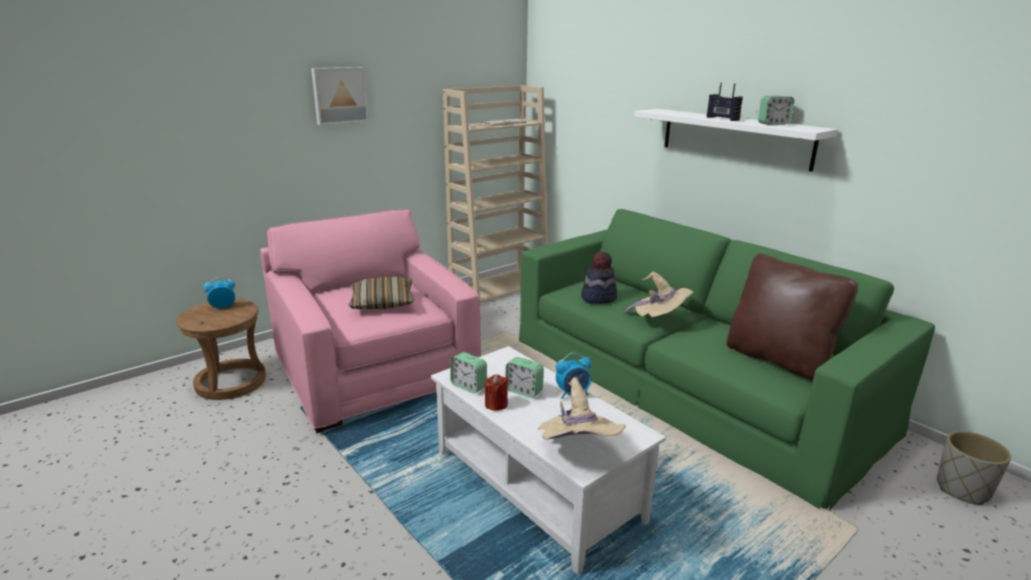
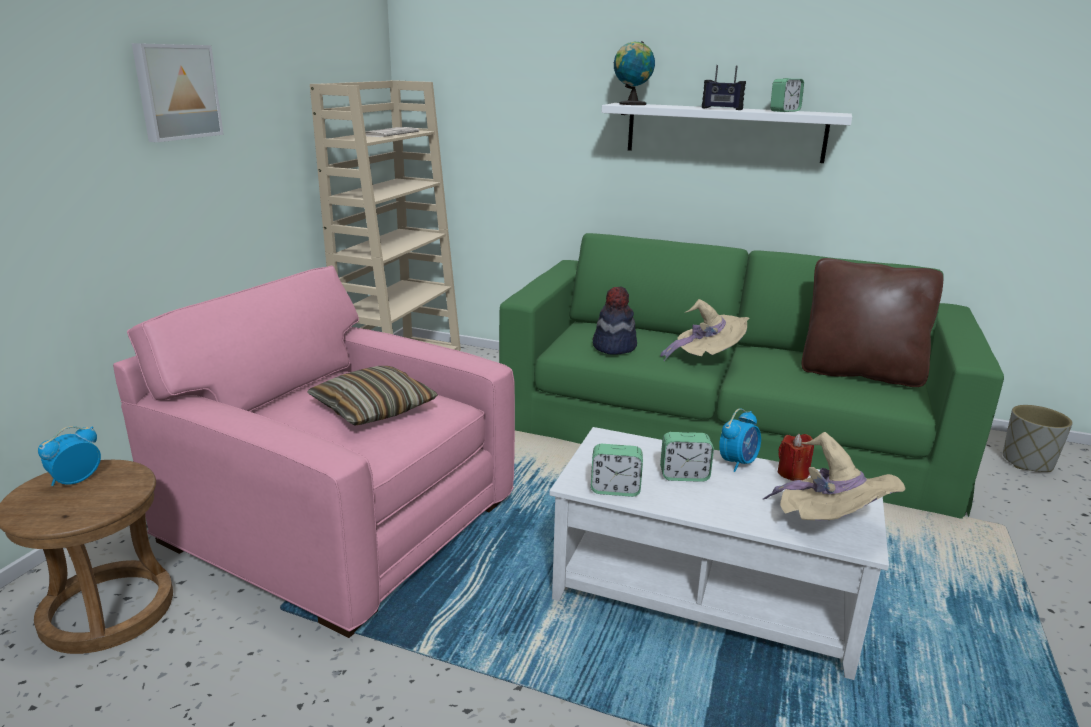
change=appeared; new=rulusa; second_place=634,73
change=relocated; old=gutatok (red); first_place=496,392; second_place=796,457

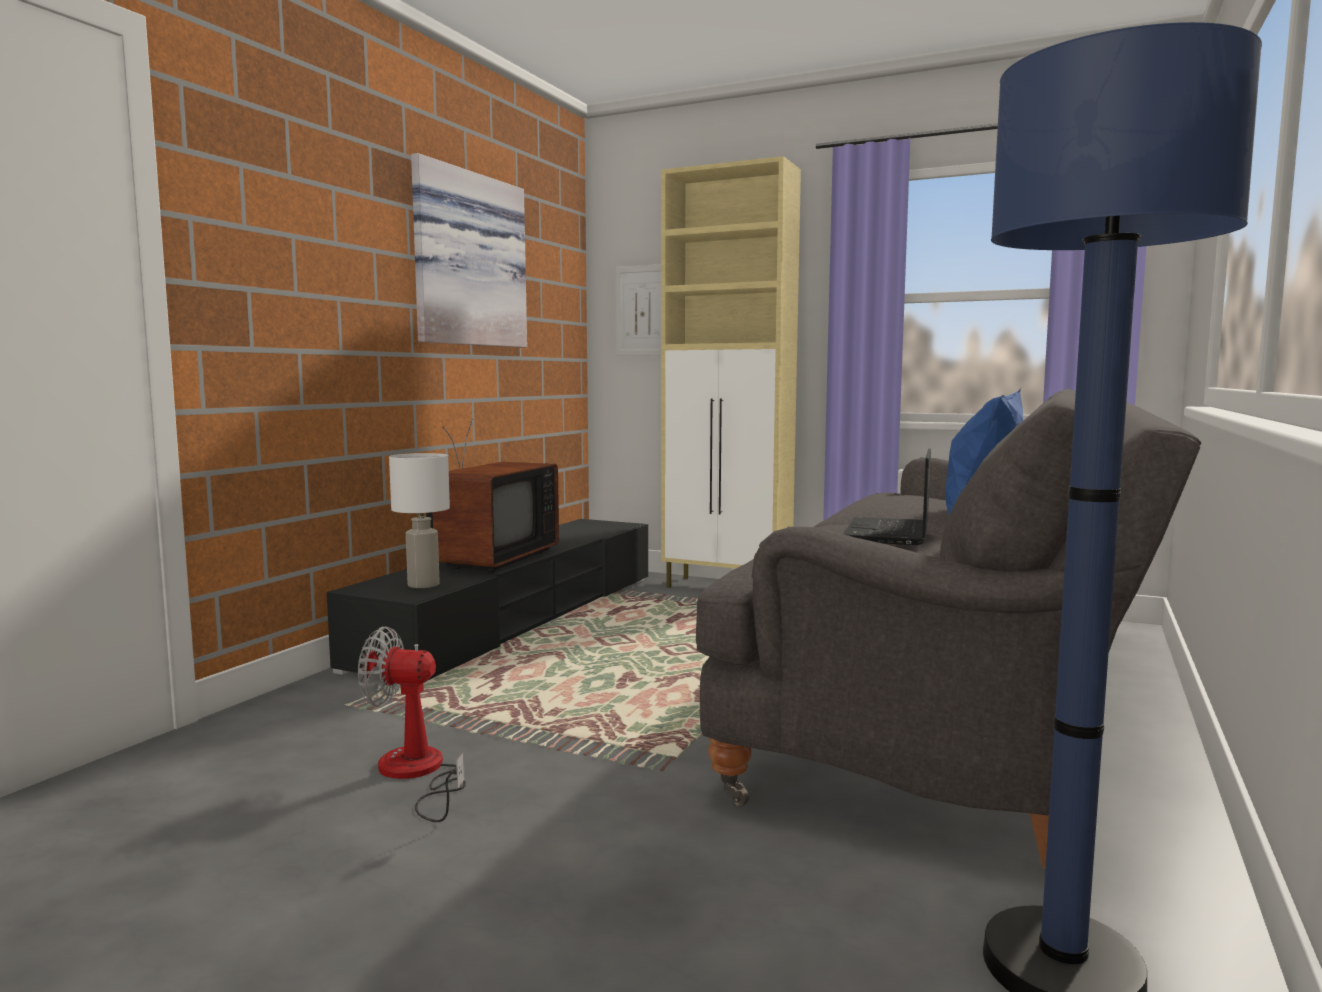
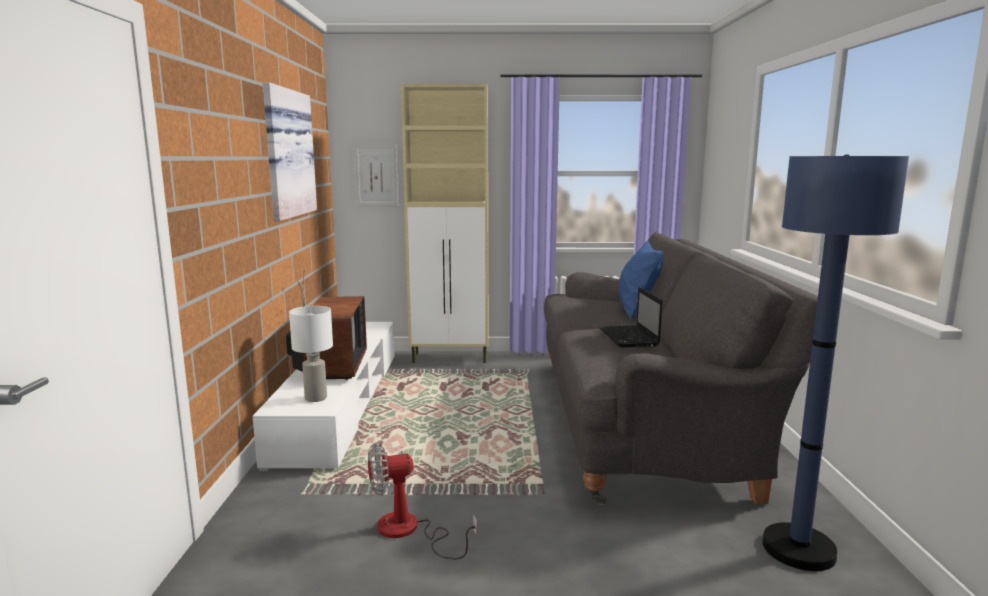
change=colour; old=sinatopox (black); new=sinatopox (white); first_place=487,601; second_place=323,396

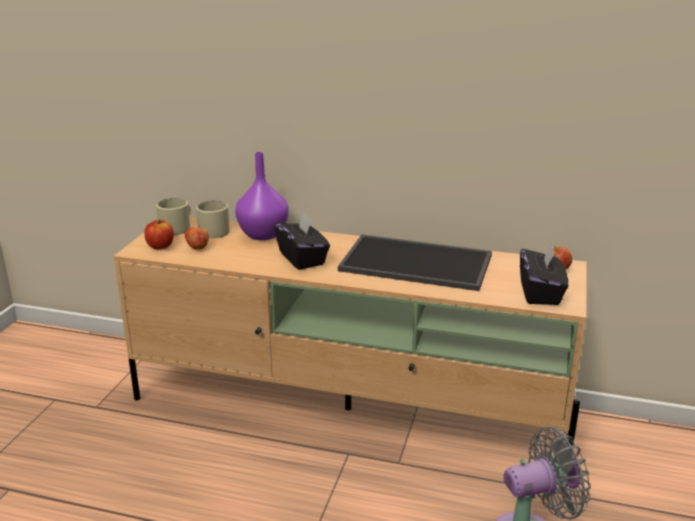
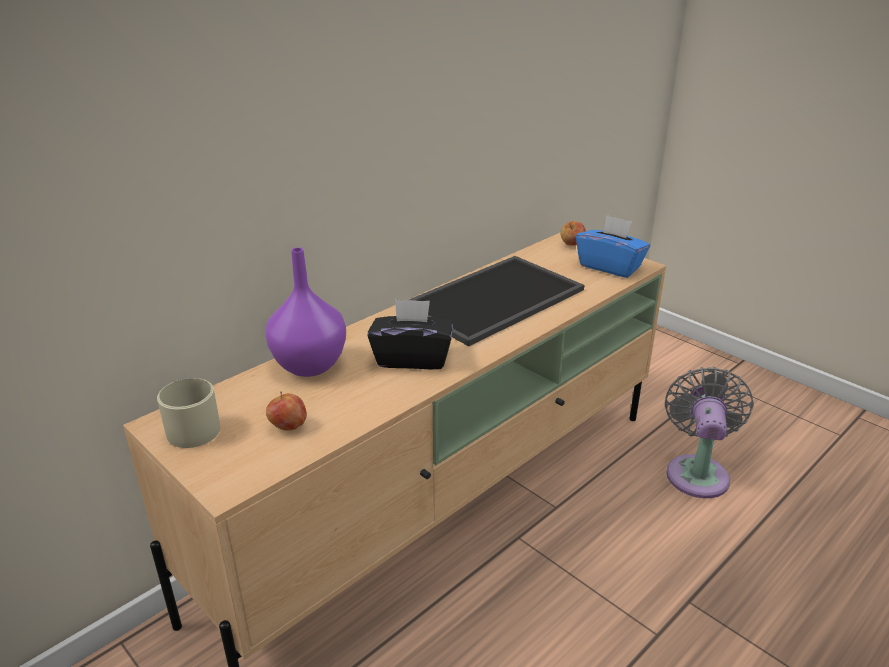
change=missing; old=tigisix; first_place=159,234
change=missing; old=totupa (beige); first_place=213,219
change=colour; old=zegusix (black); new=zegusix (blue); first_place=544,274; second_place=613,246

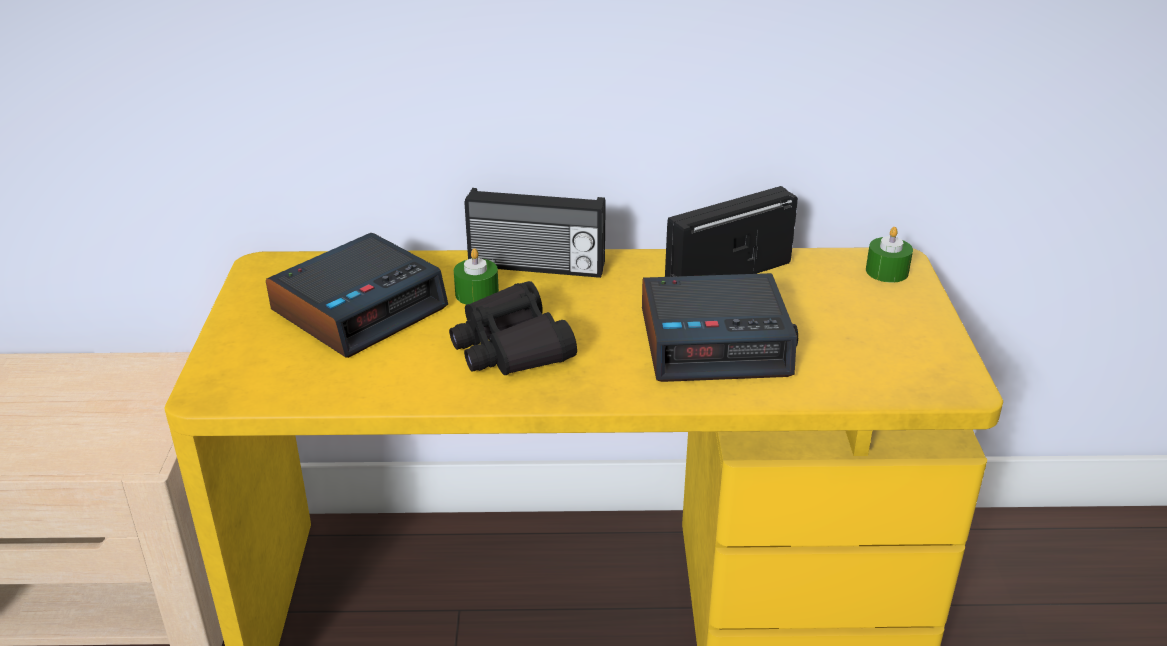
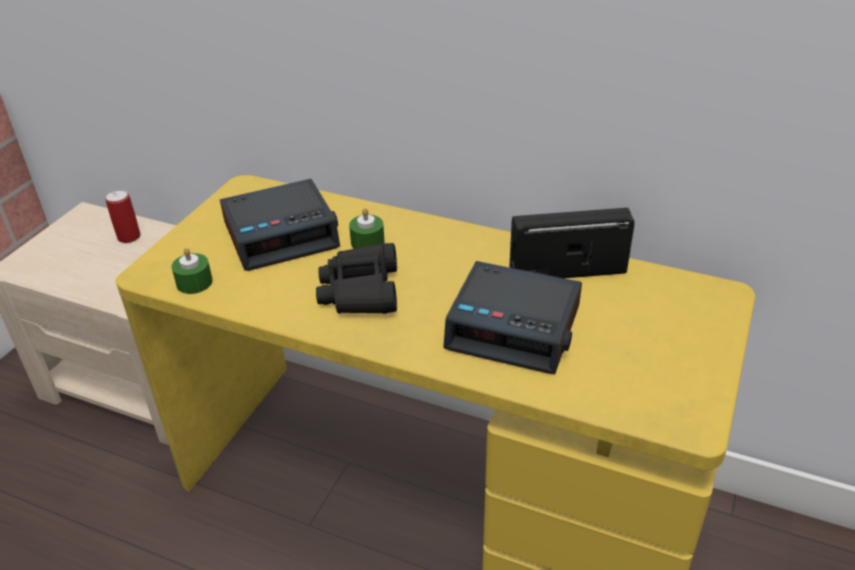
change=missing; old=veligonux; first_place=535,233
change=appeared; new=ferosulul; second_place=123,216
change=relocated; old=gutatok (green); first_place=889,255; second_place=192,271

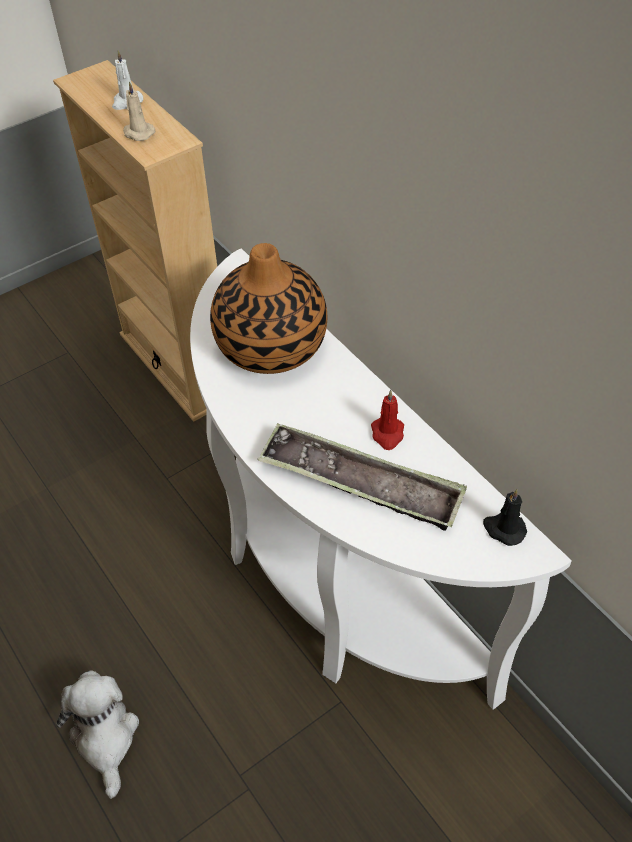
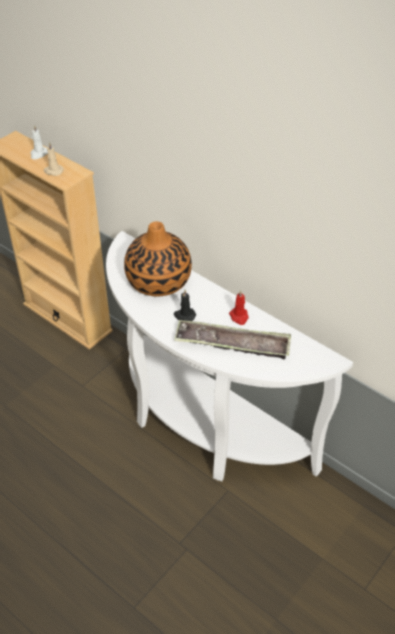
change=missing; old=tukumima; first_place=97,734
change=relocated; old=gutatok (black); first_place=505,517; second_place=185,305

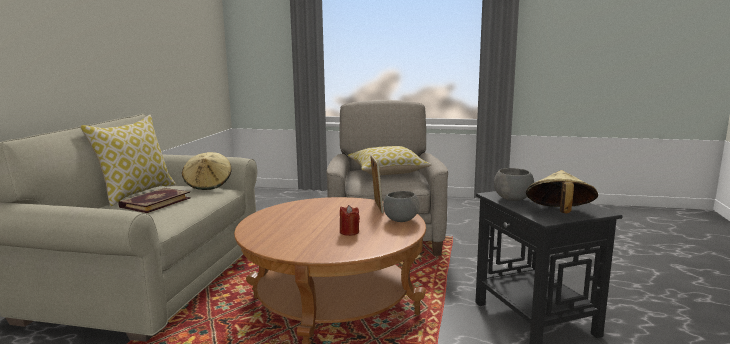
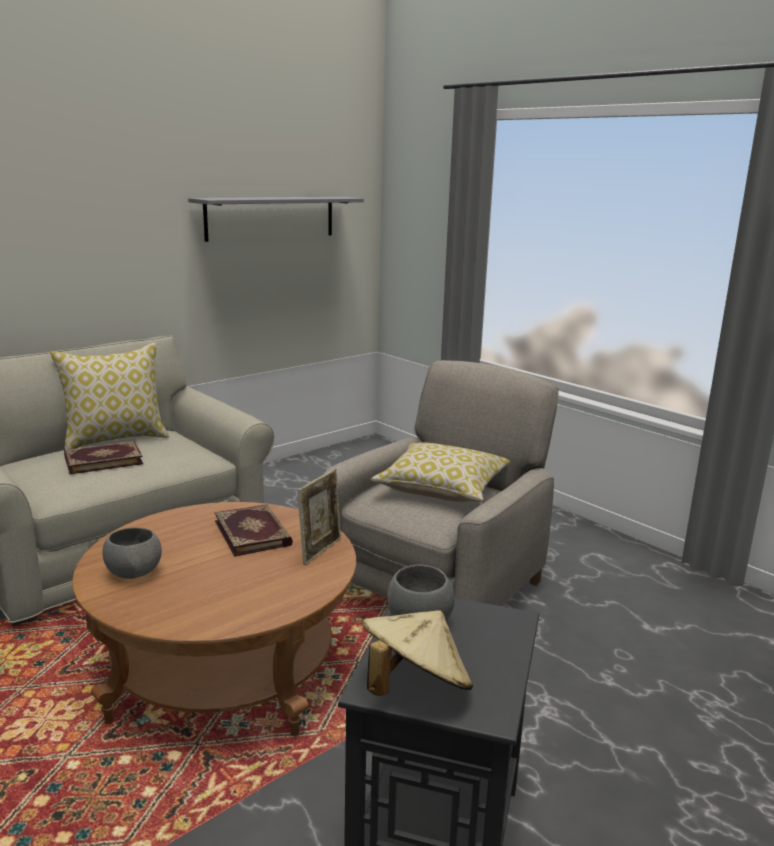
change=missing; old=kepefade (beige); first_place=206,171
change=missing; old=gutatok (red); first_place=350,220
change=appeared; new=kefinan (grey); second_place=276,219
change=appeared; new=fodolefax; second_place=254,530
change=relocated; old=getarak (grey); first_place=401,206; second_place=132,553

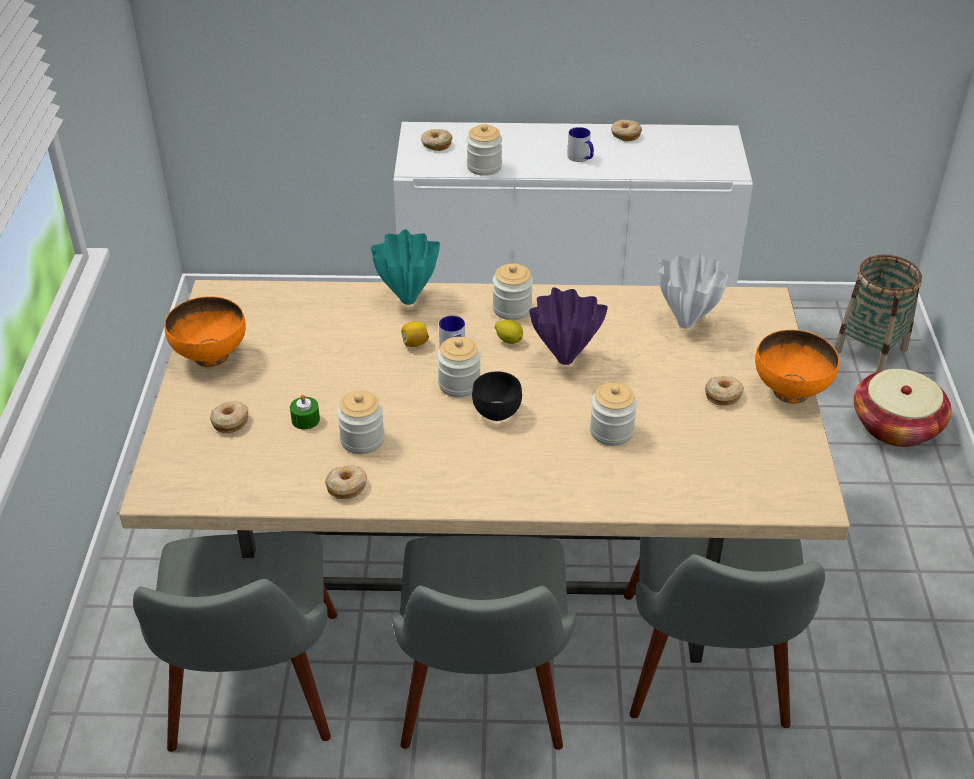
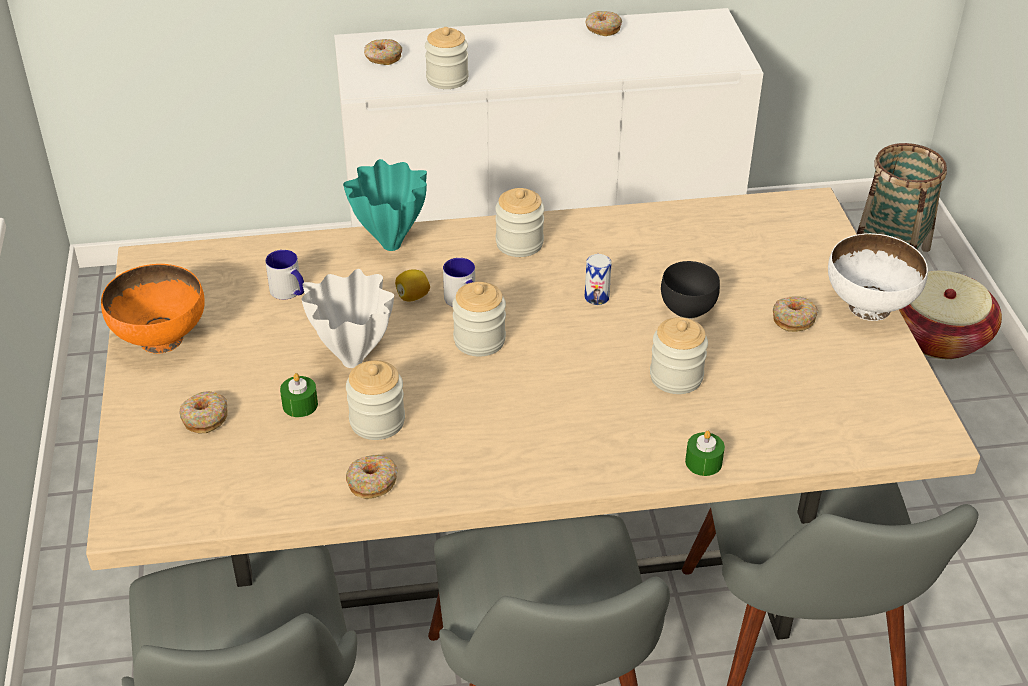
change=missing; old=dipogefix; first_place=509,332
change=appeared; new=gutatok (green); second_place=705,453
change=relocated; old=getarak (black); first_place=497,396; second_place=690,290
change=relocated; old=totupa; first_place=580,144; second_place=284,275
change=relocated; old=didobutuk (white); first_place=694,291; second_place=347,318
change=exchanged; old=didobutuk (purple); new=ferosulul; first_place=568,326; second_place=598,279
change=colour; old=getarak (orange); new=getarak (white); first_place=797,367; second_place=878,277

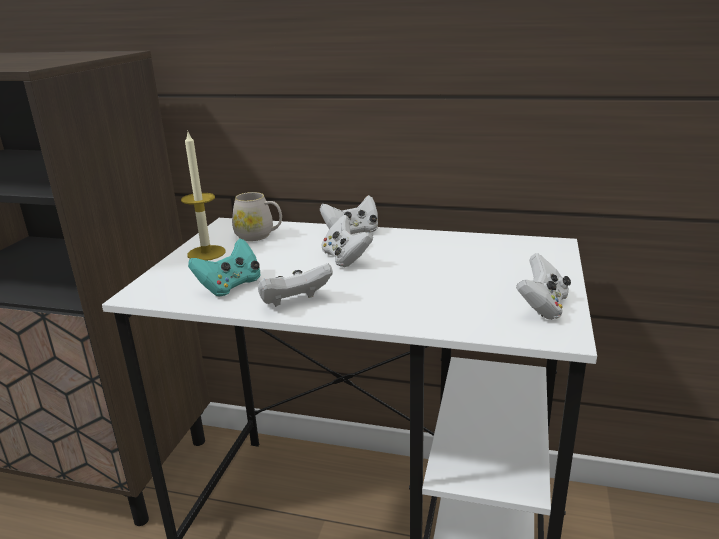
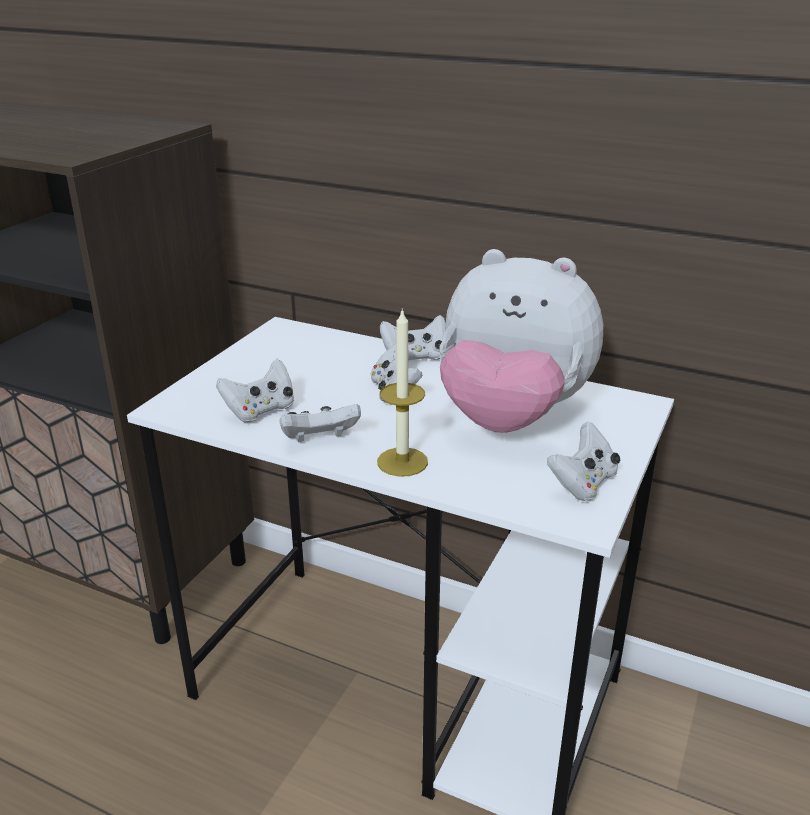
change=missing; old=totupa (white); first_place=257,216
change=appeared; new=tukumima; second_place=521,341
change=relocated; old=gutatok; first_place=203,195; second_place=402,392
change=colour; old=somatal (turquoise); new=somatal (white); first_place=224,267; second_place=255,390

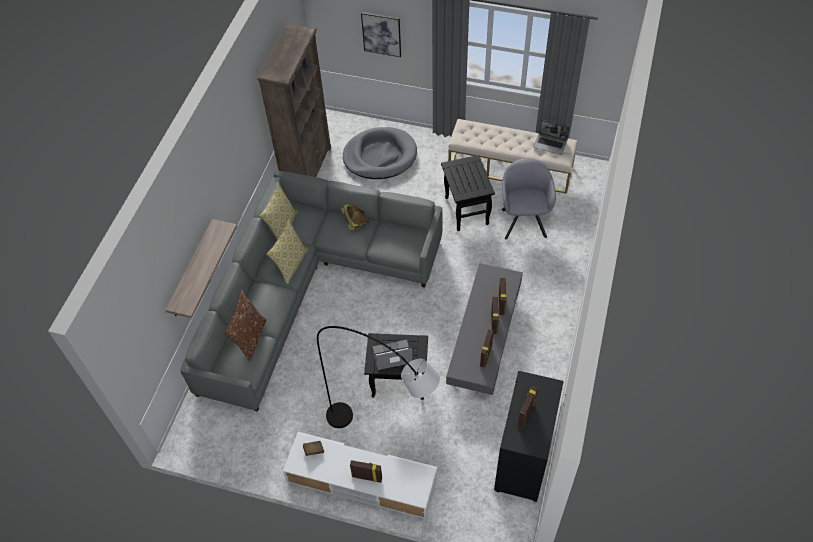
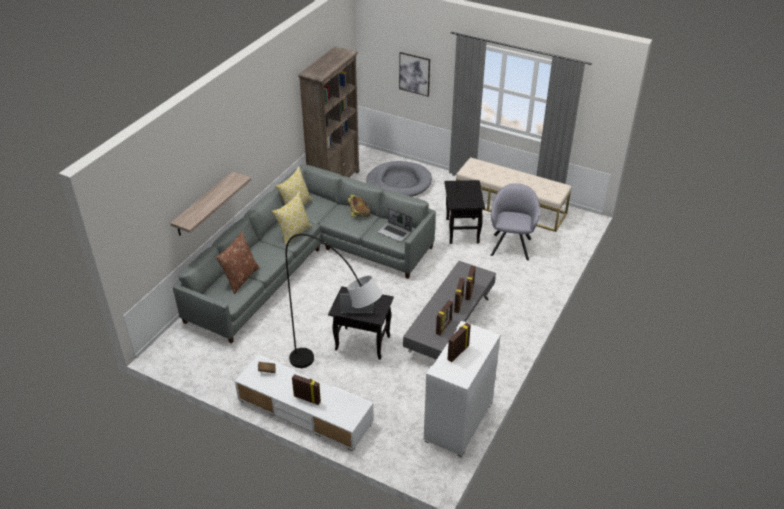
change=relocated; old=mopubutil; first_place=551,137; second_place=395,225
change=colour; old=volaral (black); new=volaral (white); first_place=529,436; second_place=462,389

